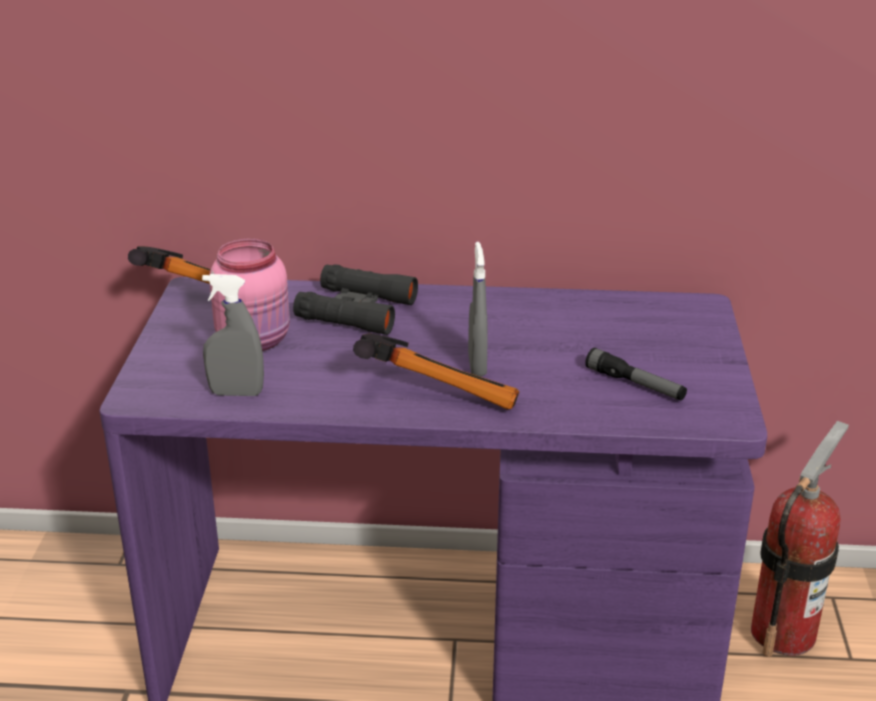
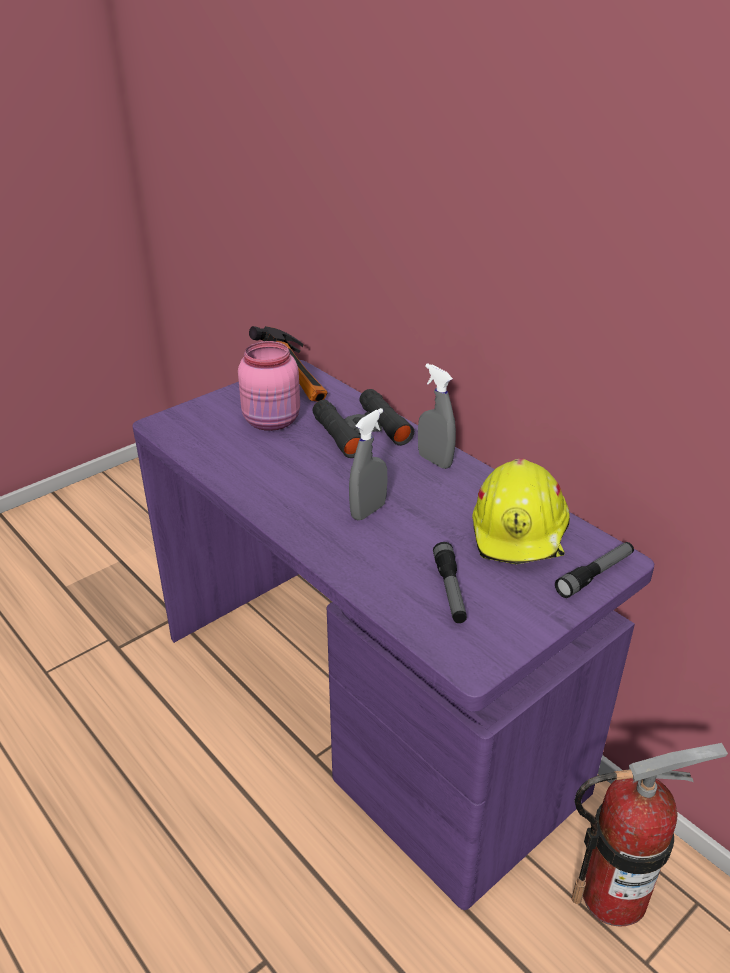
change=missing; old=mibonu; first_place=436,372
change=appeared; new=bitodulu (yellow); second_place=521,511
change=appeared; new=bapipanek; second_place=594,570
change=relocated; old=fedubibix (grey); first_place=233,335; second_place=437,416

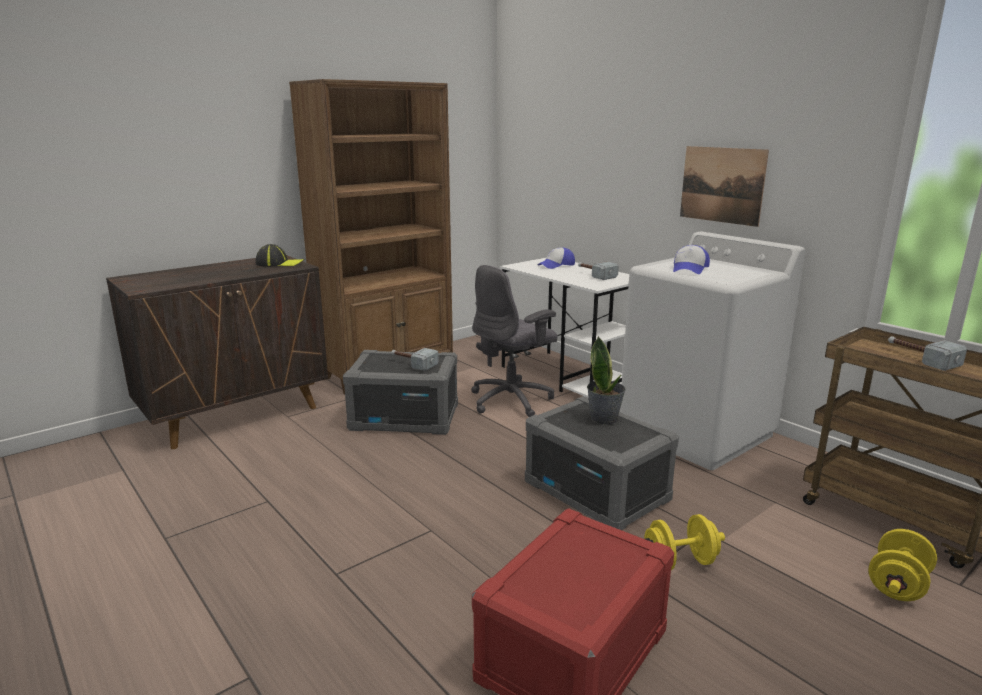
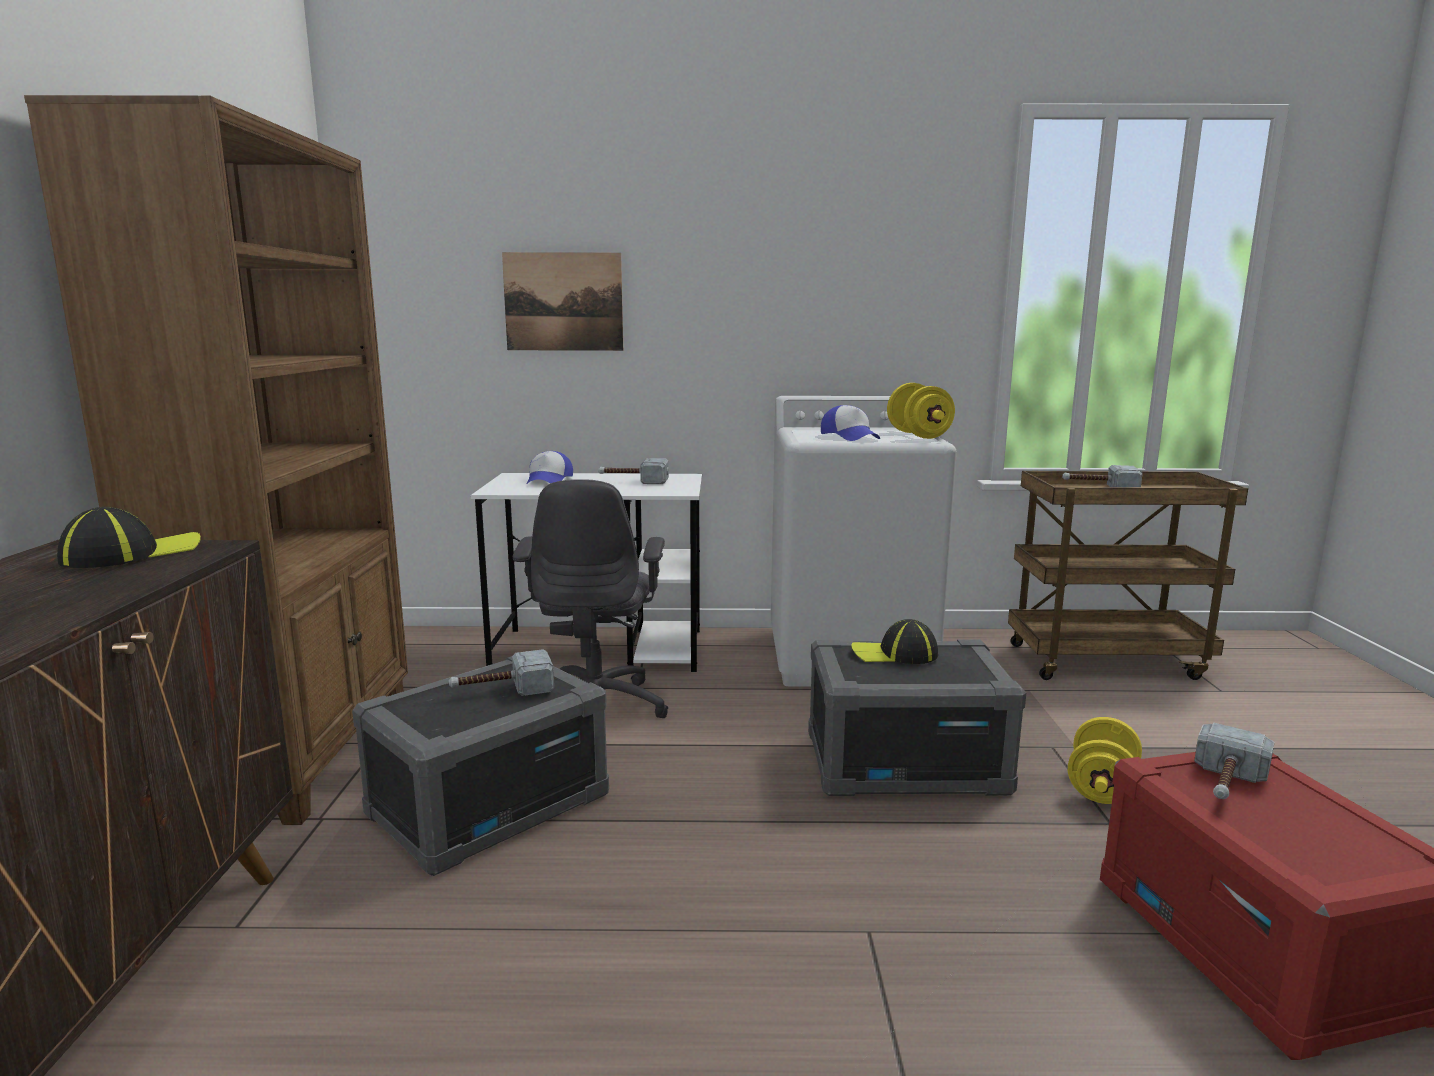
change=appeared; new=mibonu; second_place=1234,760
change=relocated; old=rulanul; first_place=724,186; second_place=562,301
change=relocated; old=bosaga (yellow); first_place=902,565; second_place=921,411
change=exchanged; old=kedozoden; new=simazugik; first_place=606,380; second_place=894,641

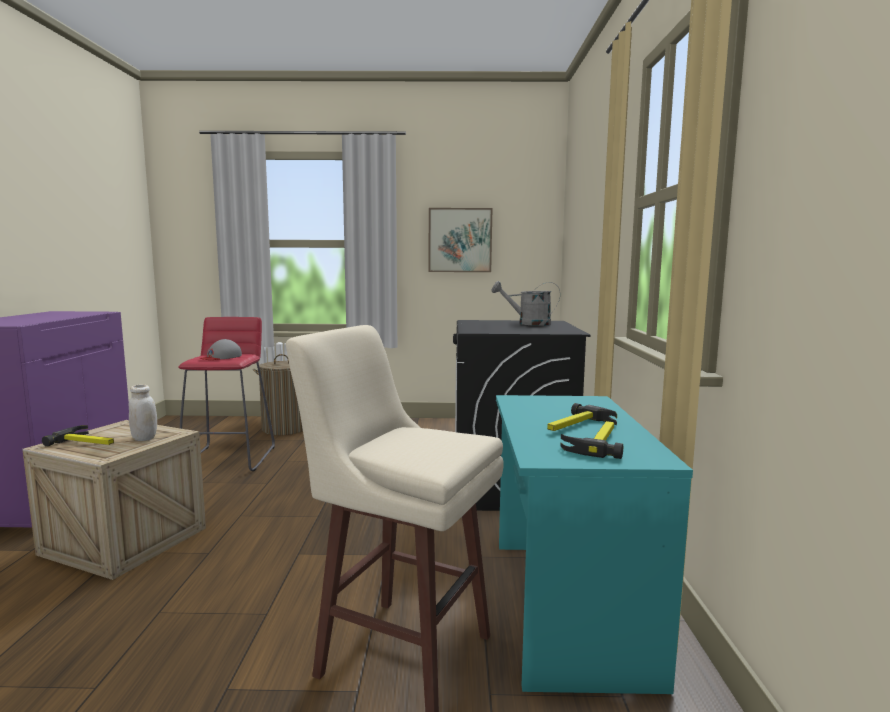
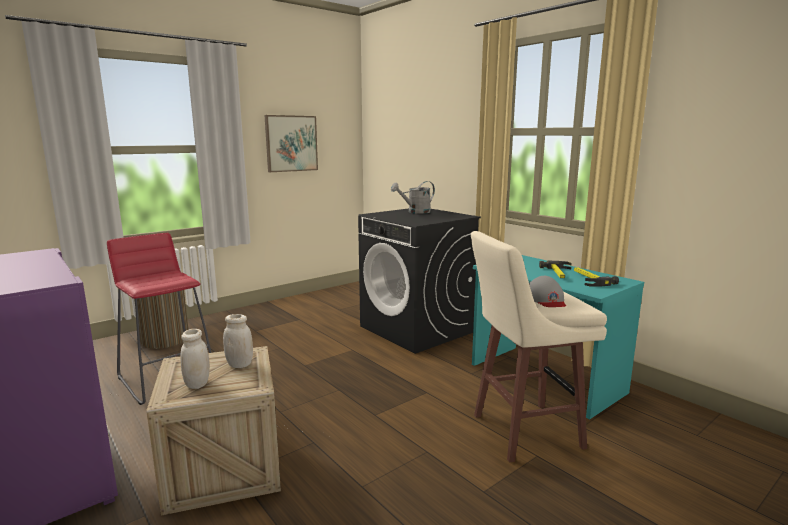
change=relocated; old=simazugik (grey); first_place=220,349; second_place=547,291
change=exchanged; old=mibonu; new=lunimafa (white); first_place=78,436; second_place=195,359

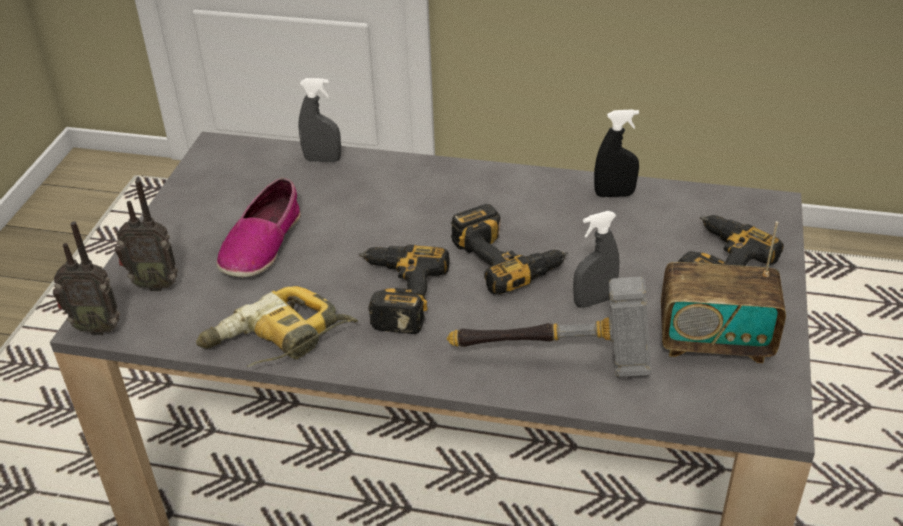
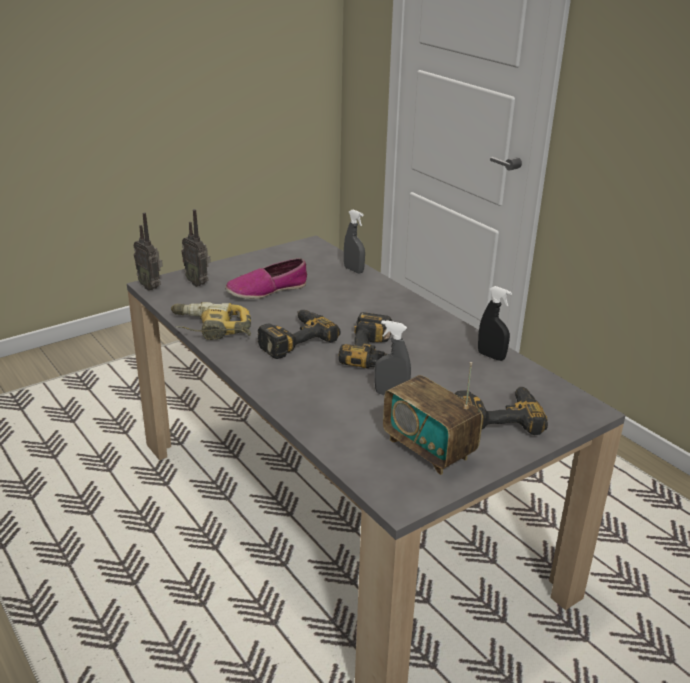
change=missing; old=mibonu; first_place=549,327

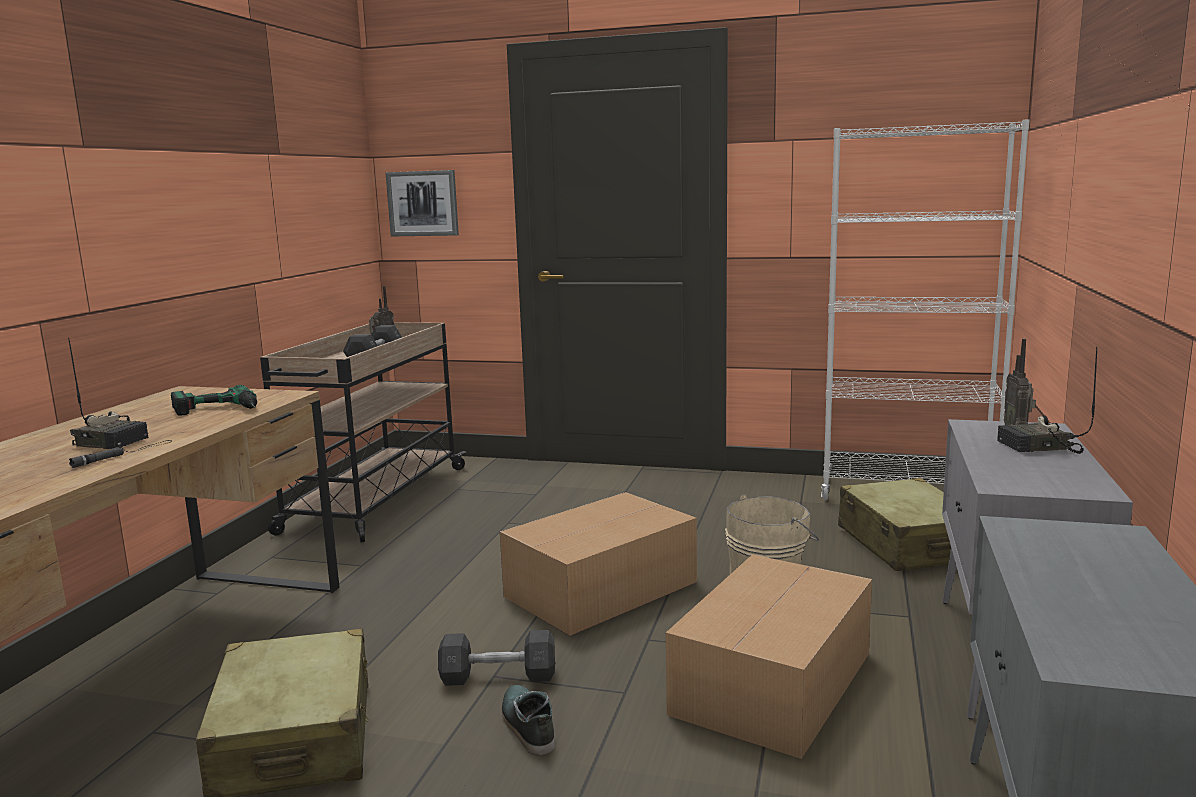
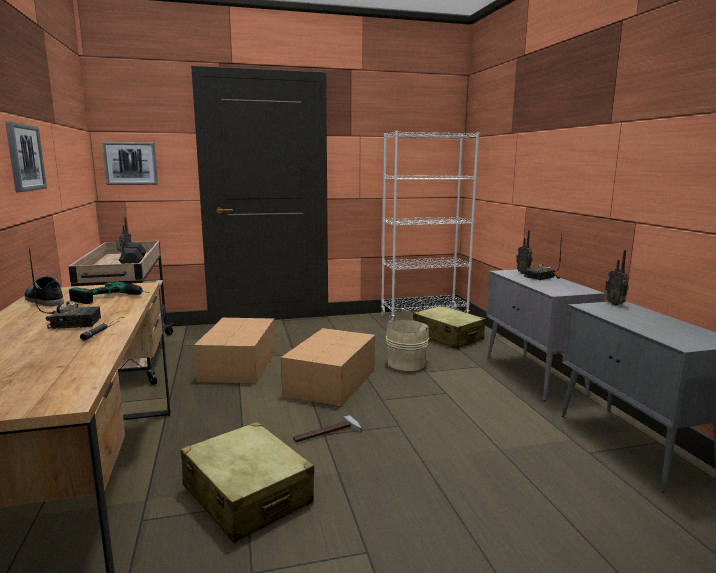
change=appeared; new=rulanul; second_place=26,157
change=appeared; new=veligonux; second_place=617,278
change=relocated; old=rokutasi; first_place=528,720; second_place=44,291
change=relocated; old=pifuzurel; first_place=769,657; second_place=234,350
change=exchanged; old=bosaga (grey); new=mibonu; first_place=496,658; second_place=327,428

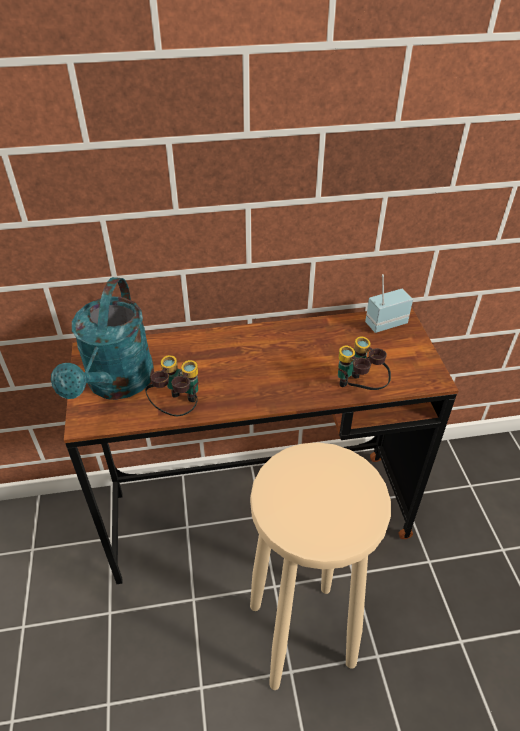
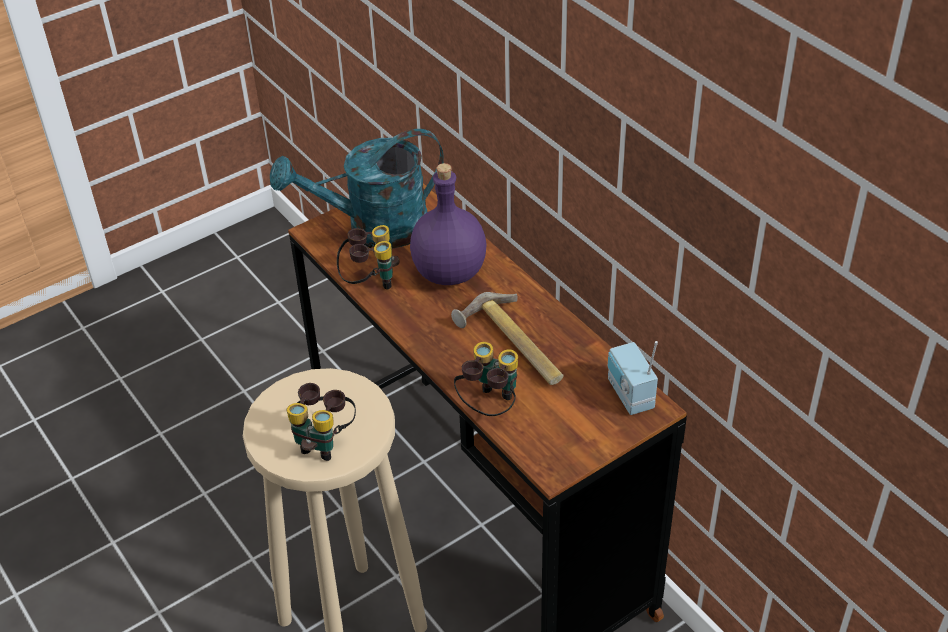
change=appeared; new=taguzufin; second_place=321,422
change=appeared; new=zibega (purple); second_place=448,224
change=appeared; new=mibonu; second_place=507,338
change=spun; old=veligonux; first_place=389,303; second_place=633,378; degrees=-150

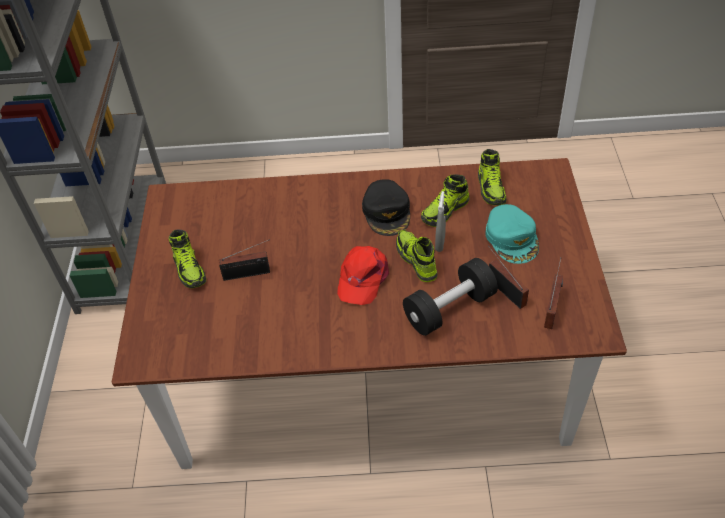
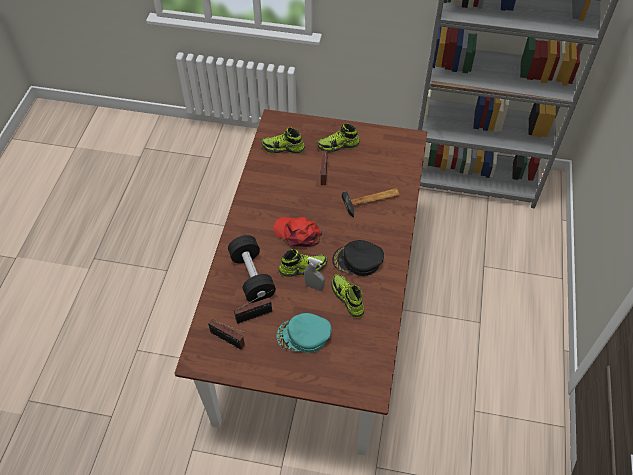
change=appeared; new=mibonu; second_place=371,203
change=relocated; old=rokutasi; first_place=492,177; second_place=283,140

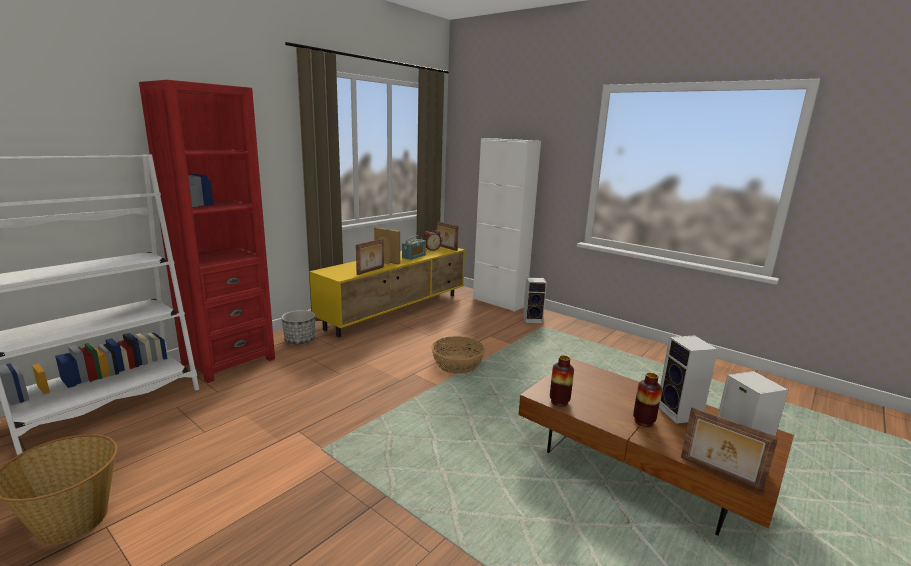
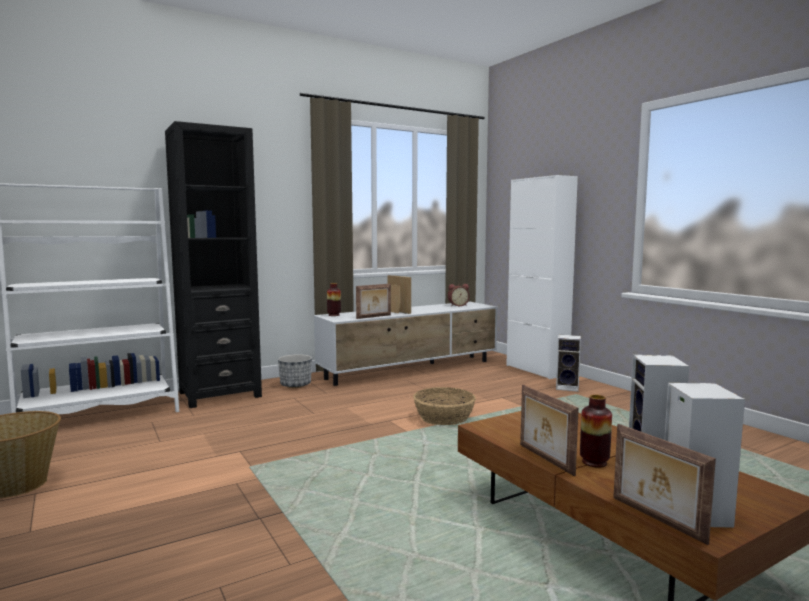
change=missing; old=veligonux; first_place=414,248
change=relocated; old=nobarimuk; first_place=447,236; second_place=549,430
change=relocated; old=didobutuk; first_place=562,381; second_place=334,299
change=colour; old=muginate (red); new=muginate (black); first_place=207,231; second_place=213,264
change=colour; old=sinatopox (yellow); new=sinatopox (white); first_place=387,292; second_place=406,344

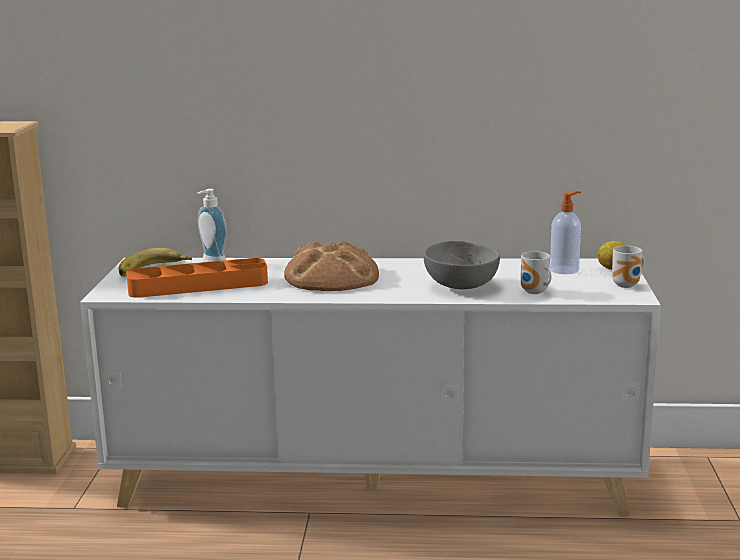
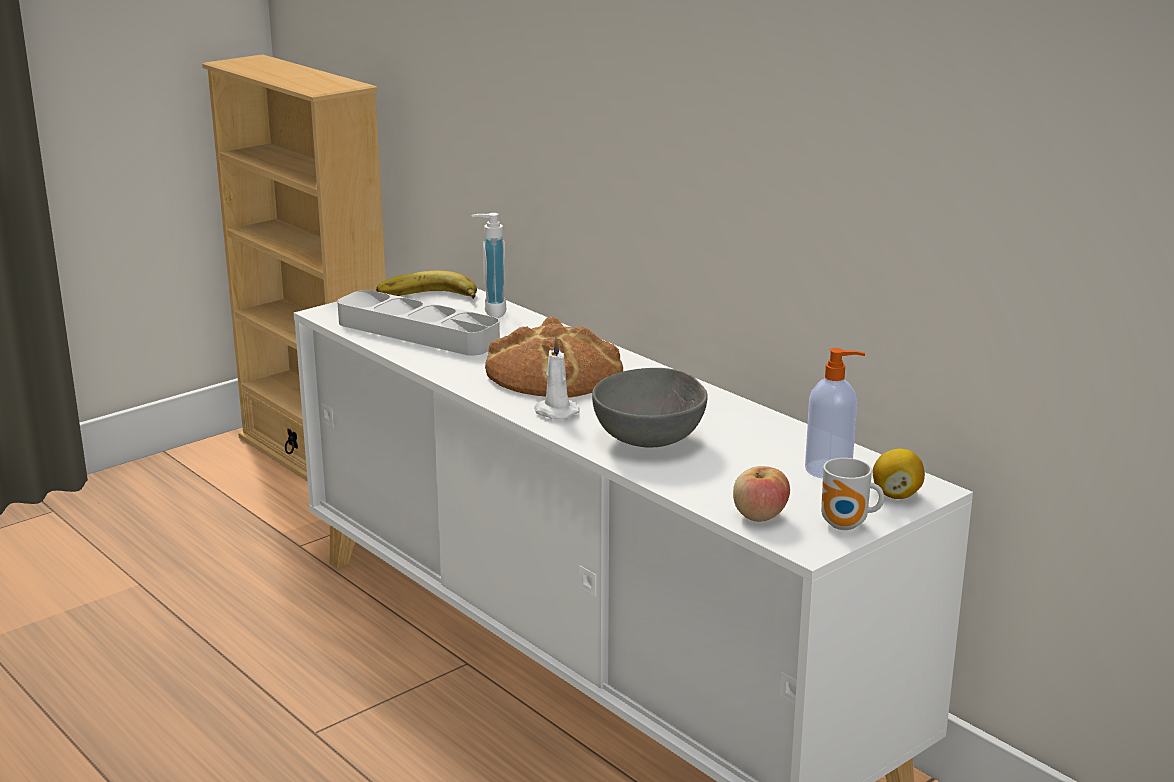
change=missing; old=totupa; first_place=536,272
change=appeared; new=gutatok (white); second_place=557,378
change=appeared; new=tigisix; second_place=761,494
change=colour; old=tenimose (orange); new=tenimose (grey); first_place=197,278; second_place=418,323

